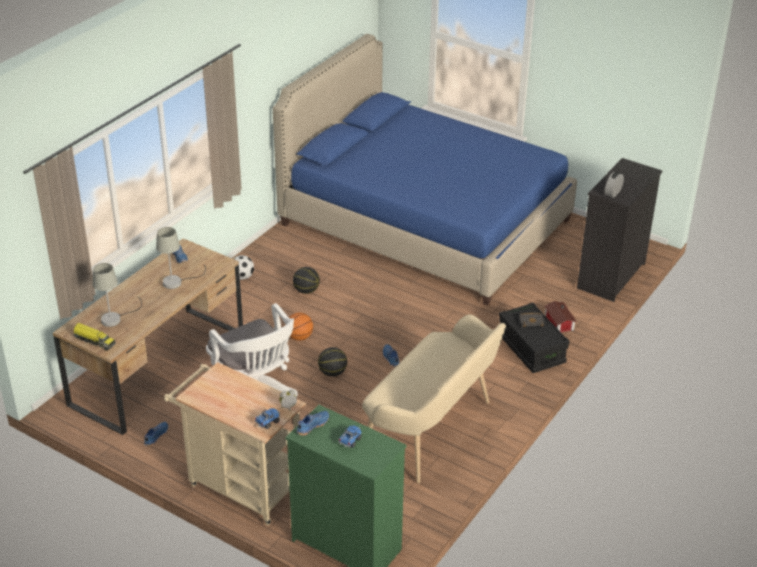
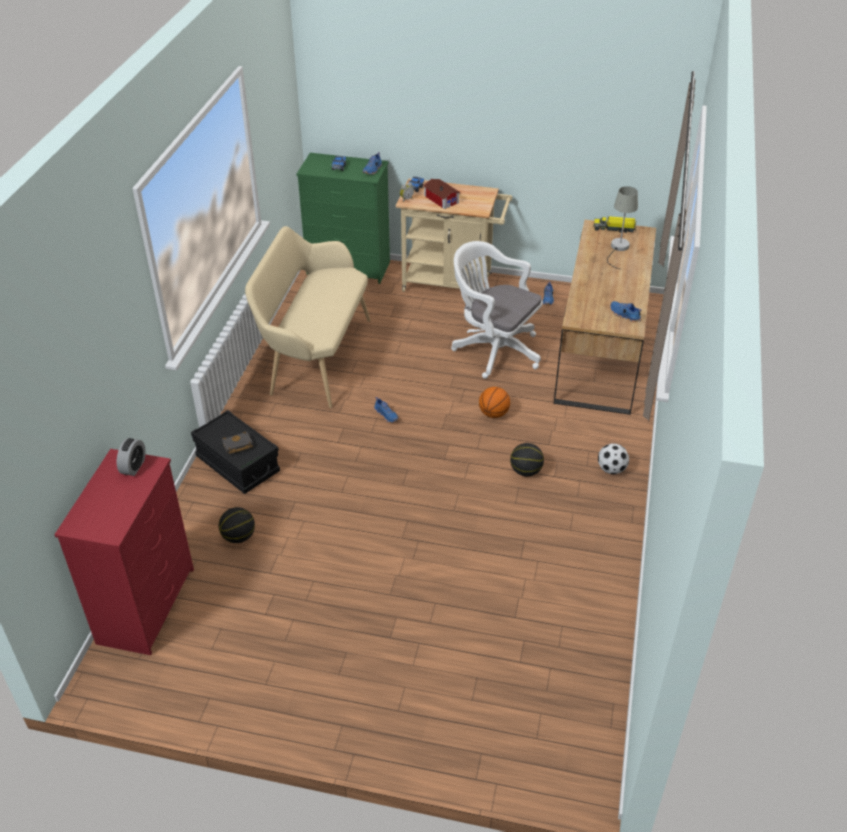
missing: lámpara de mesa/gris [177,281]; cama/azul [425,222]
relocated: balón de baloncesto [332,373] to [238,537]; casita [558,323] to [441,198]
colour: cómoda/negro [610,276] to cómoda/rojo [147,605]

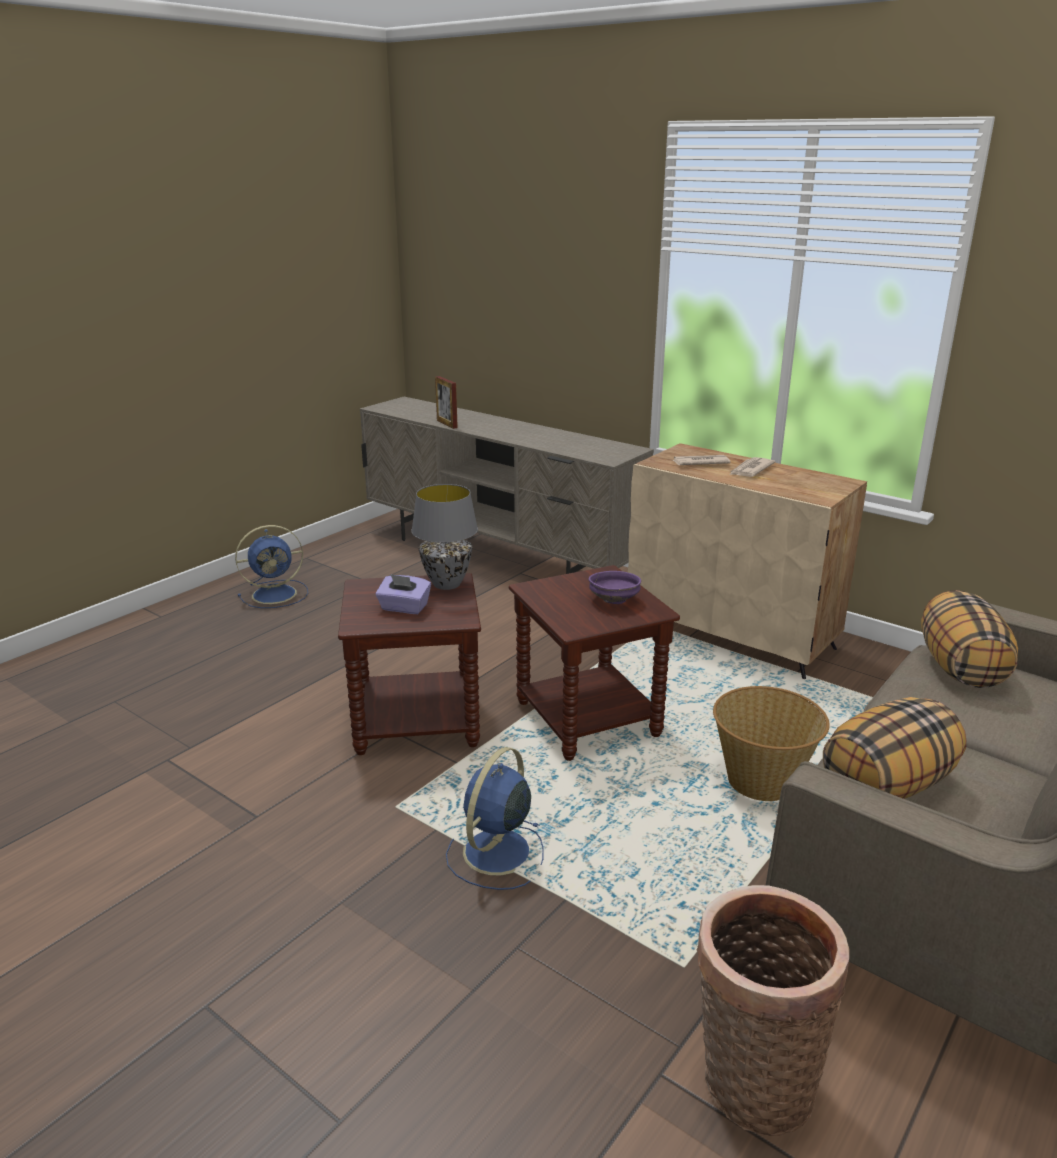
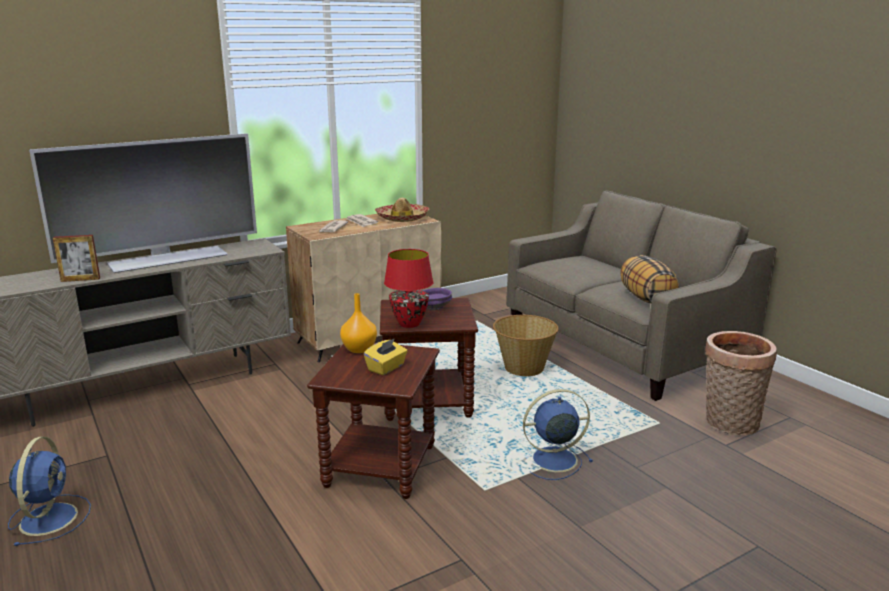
missing: cojín [959,668]
appeared: televisor [167,259]; sombrero [402,218]; lámpara de mesa/rojo [409,324]
exchanged: lámpara de mesa/gris [446,584] to florero/naranja [359,349]
colour: caja de pañuelos/morado [404,608] to caja de pañuelos/amarillo [386,368]
spun: ventilador/azul [495,853] = [552,460] 120 degrees clockwise

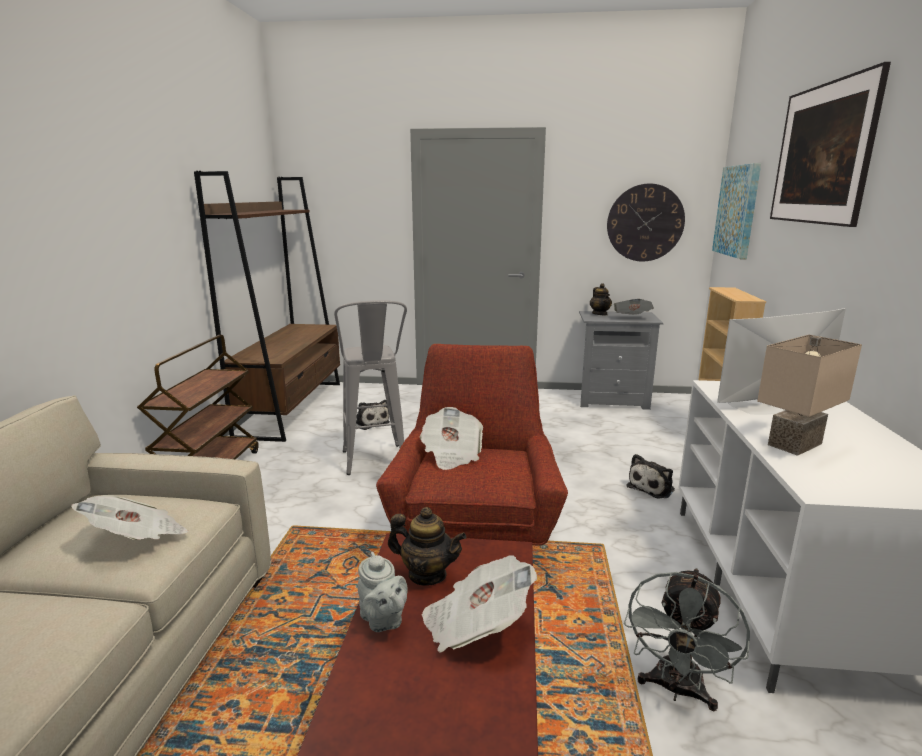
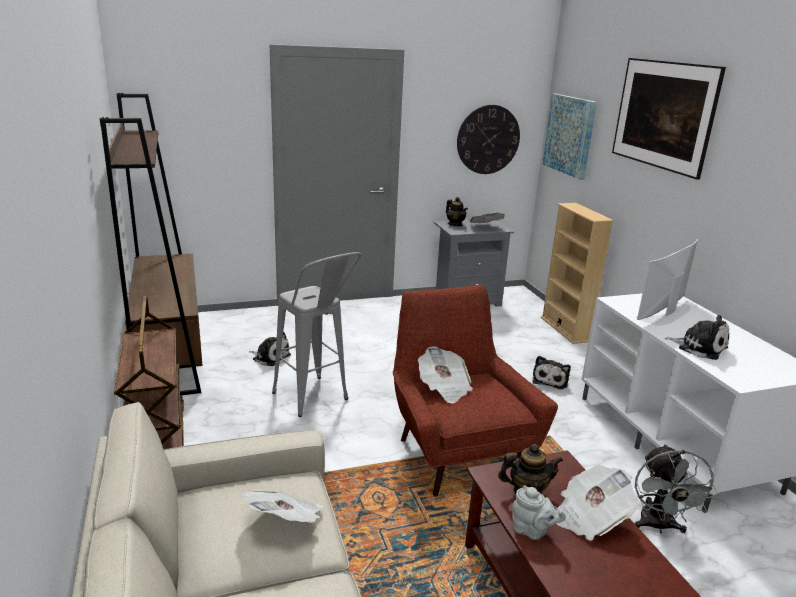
exchanged: lámpara de mesa/beis [792,443] to peluche [699,347]

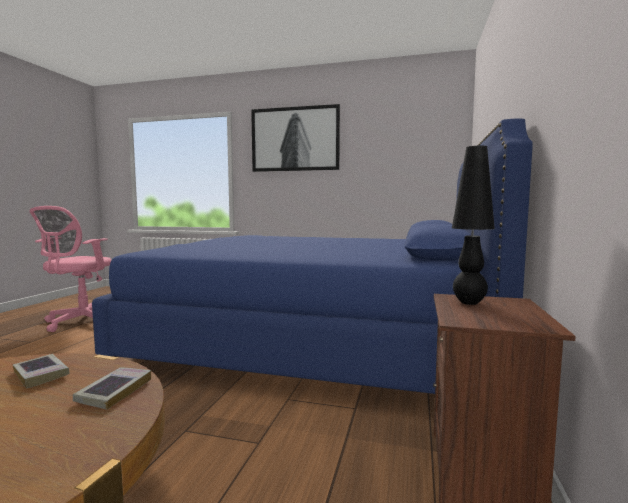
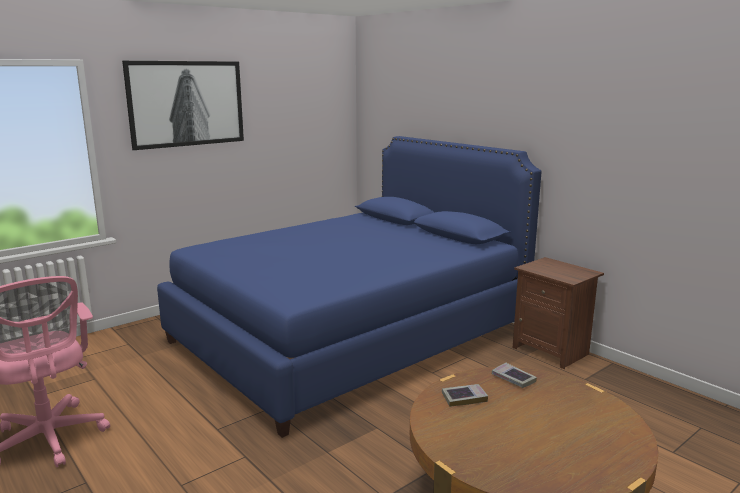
missing: lámpara de mesa/negro [468,303]

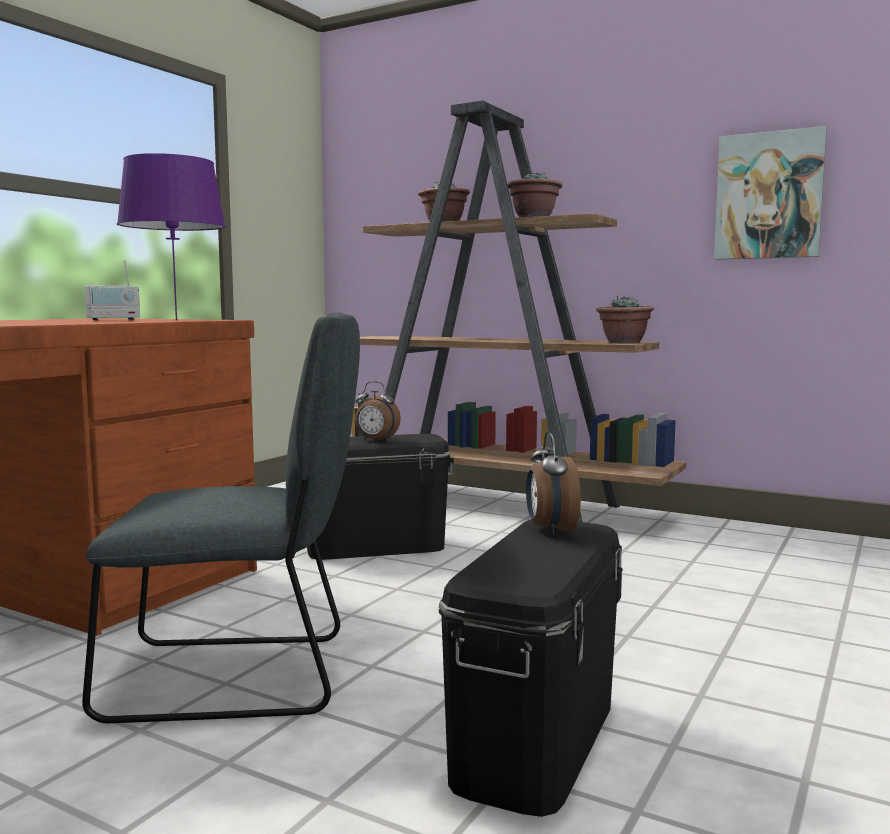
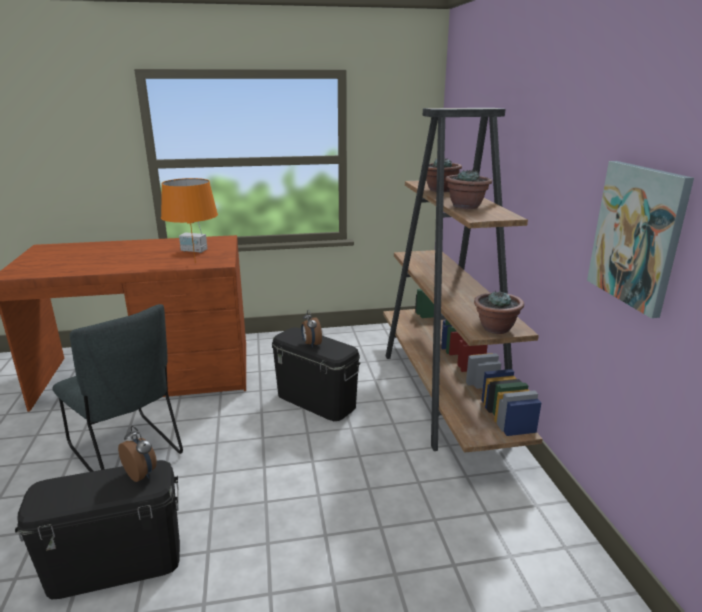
colour: lámpara de mesa/morado [177,320] to lámpara de mesa/naranja [195,263]
spun: despertador [550,529] = [142,474] 90 degrees clockwise

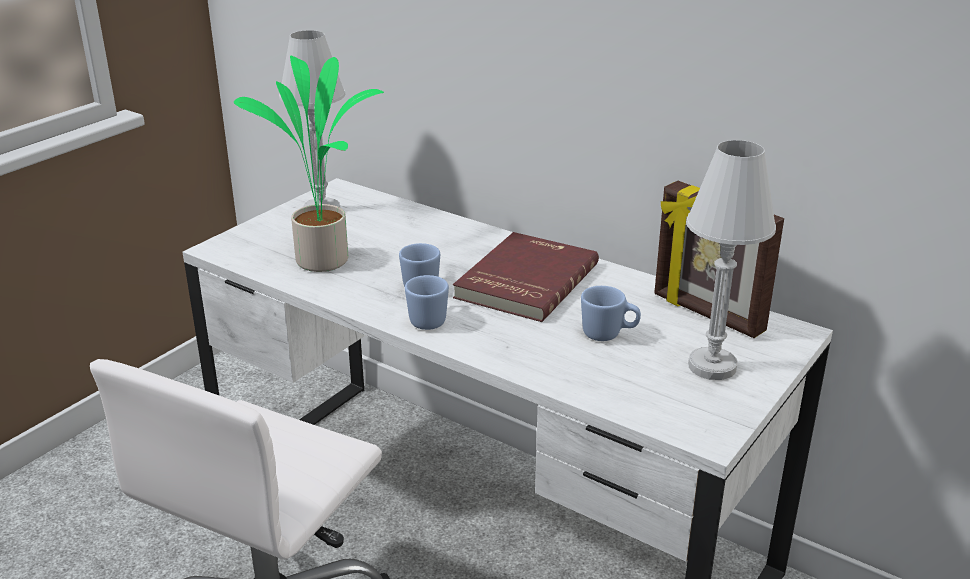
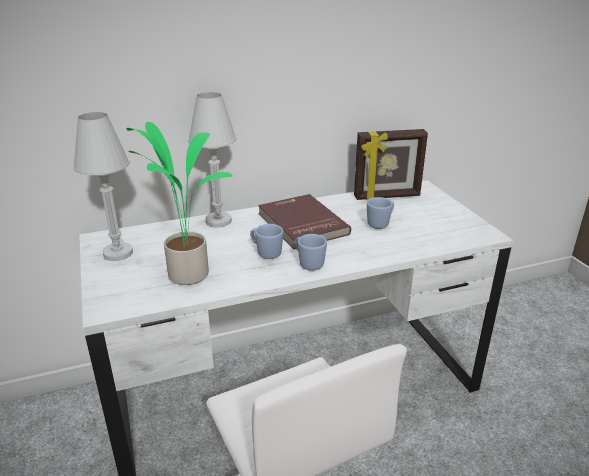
relocated: lámpara de mesa/blanco [712,366] to [218,221]

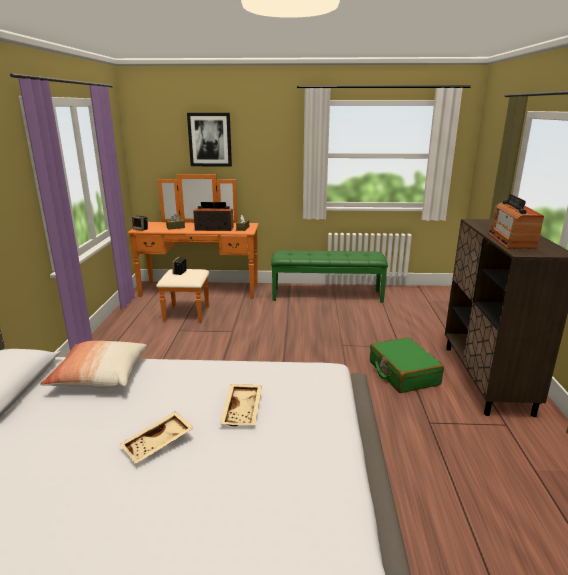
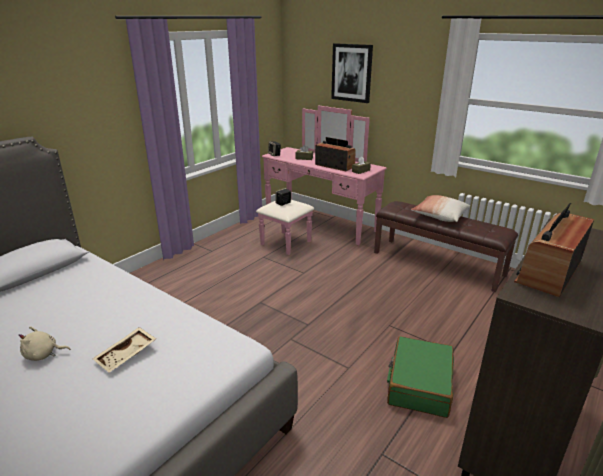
relocated: cojín [100,377] to [439,216]
exchanged: bandeja/beis [158,444] to peluche/beis [43,354]
colour: cómoda/naranja [197,295] to cómoda/rosa [313,227]; banco/verde [327,295] to banco/marrón [438,263]

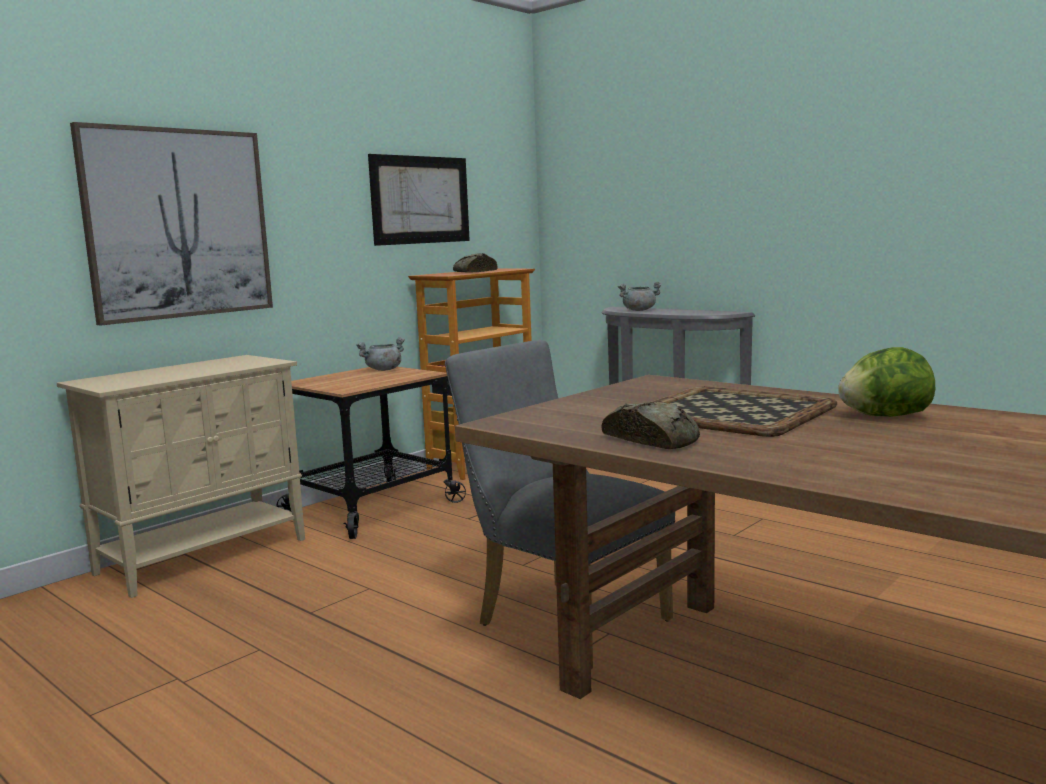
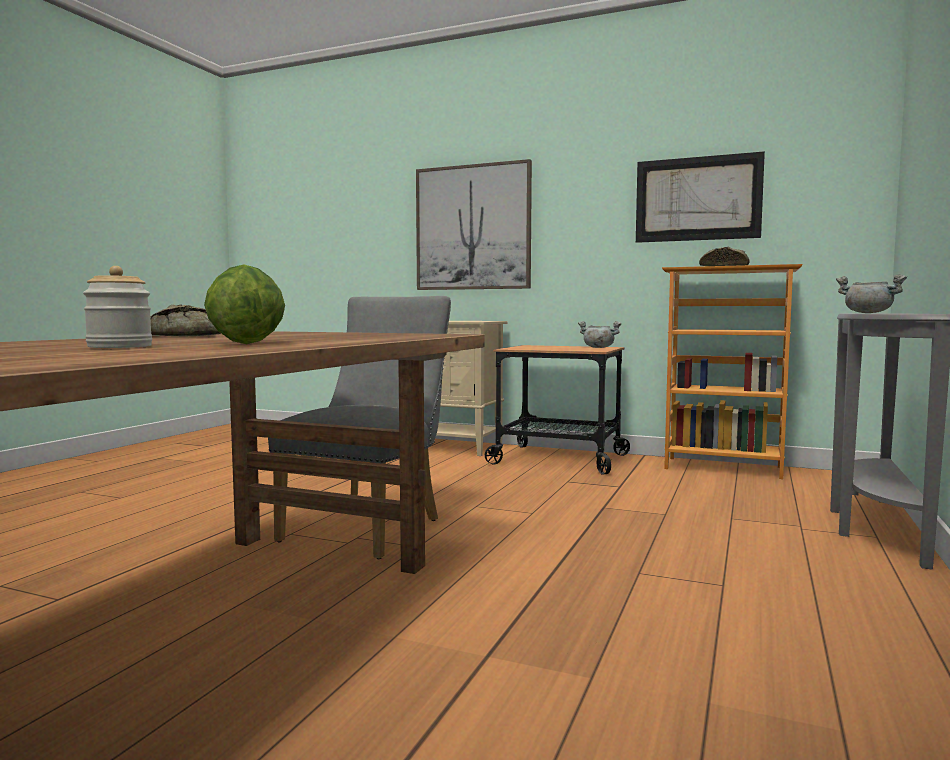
missing: bandeja [731,411]
appeared: tarro [120,346]

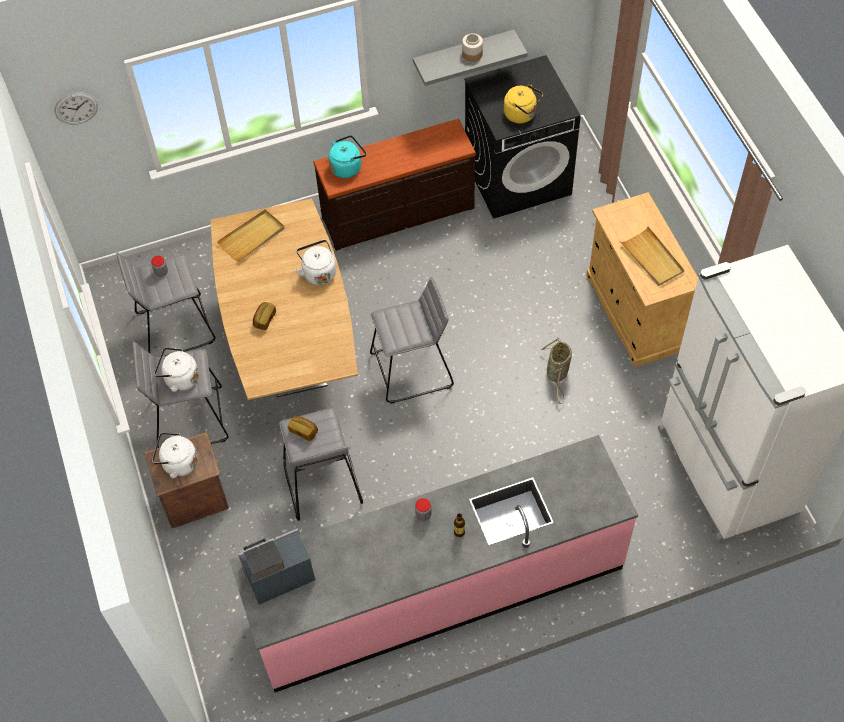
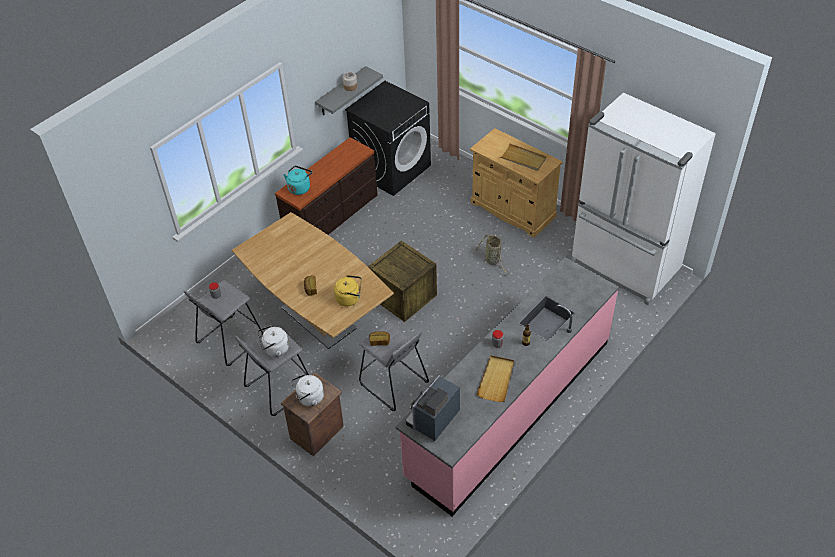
missing: reloj de pared [76,108]; hervidor/blanco [318,272]
relocated: bandeja/beis [252,237] to [496,379]; hervidor/amarillo [522,114] to [350,298]
exchanged: taburete/gris [411,370] to caja de embalaje [404,296]

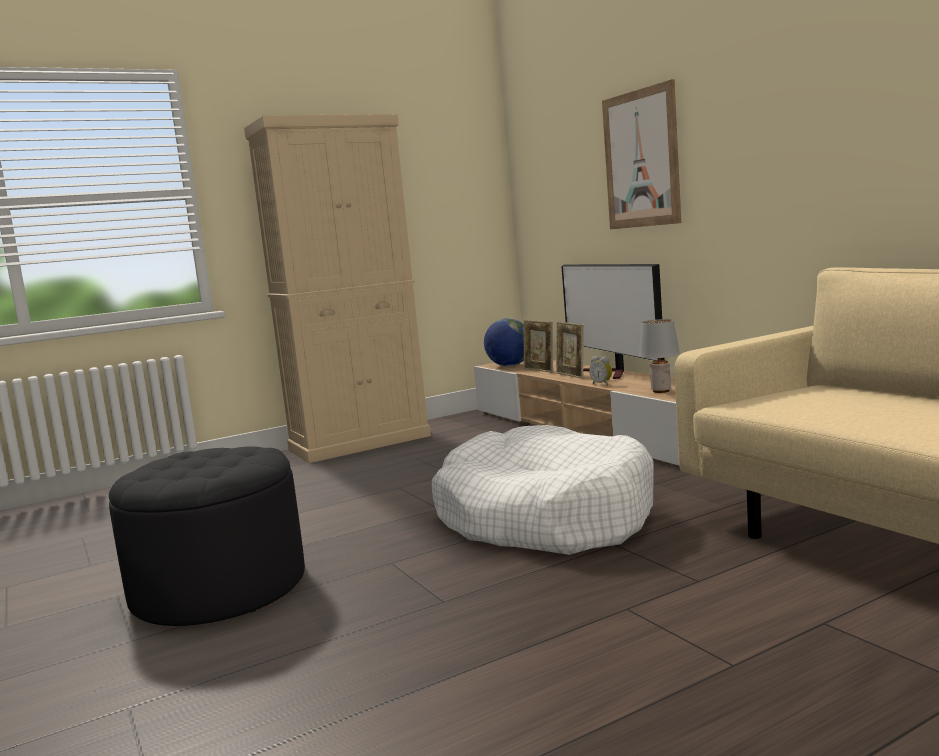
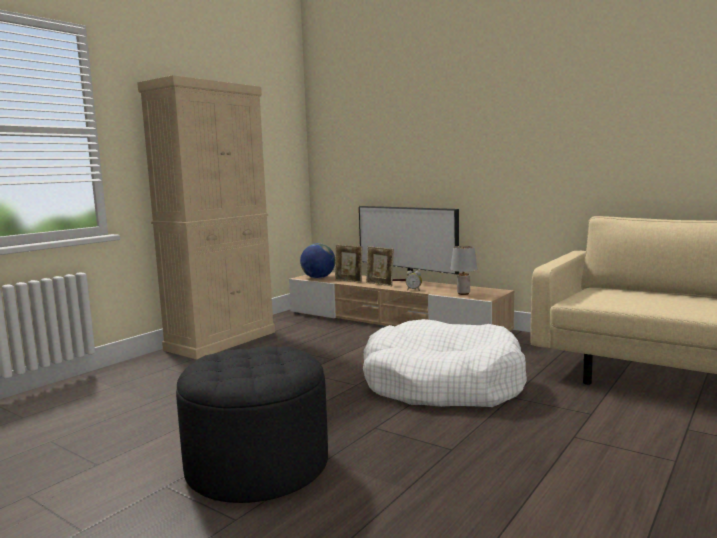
missing: cuadro [641,159]

